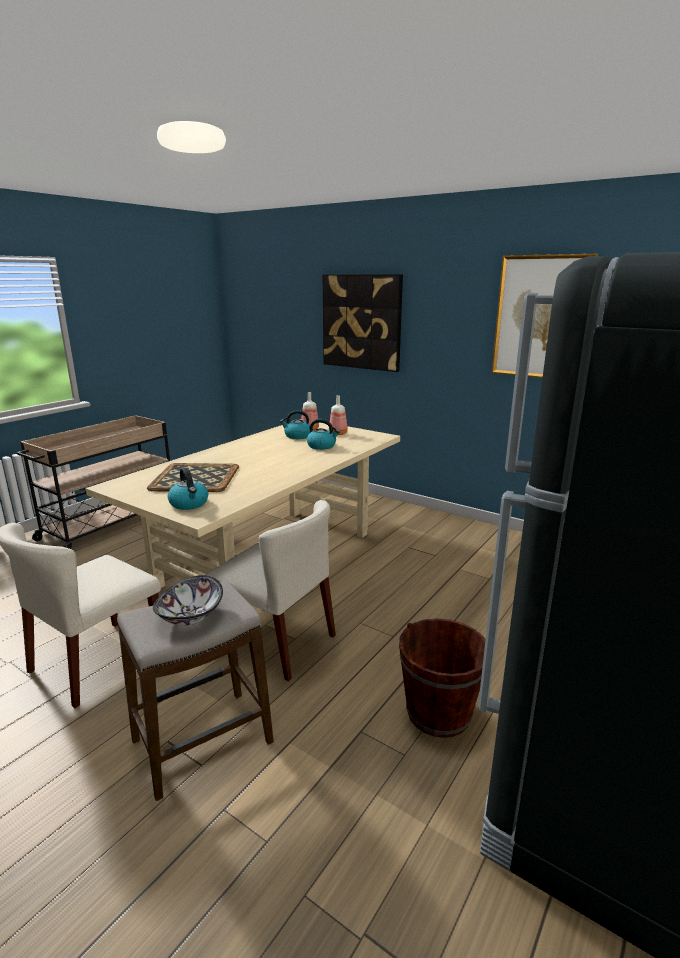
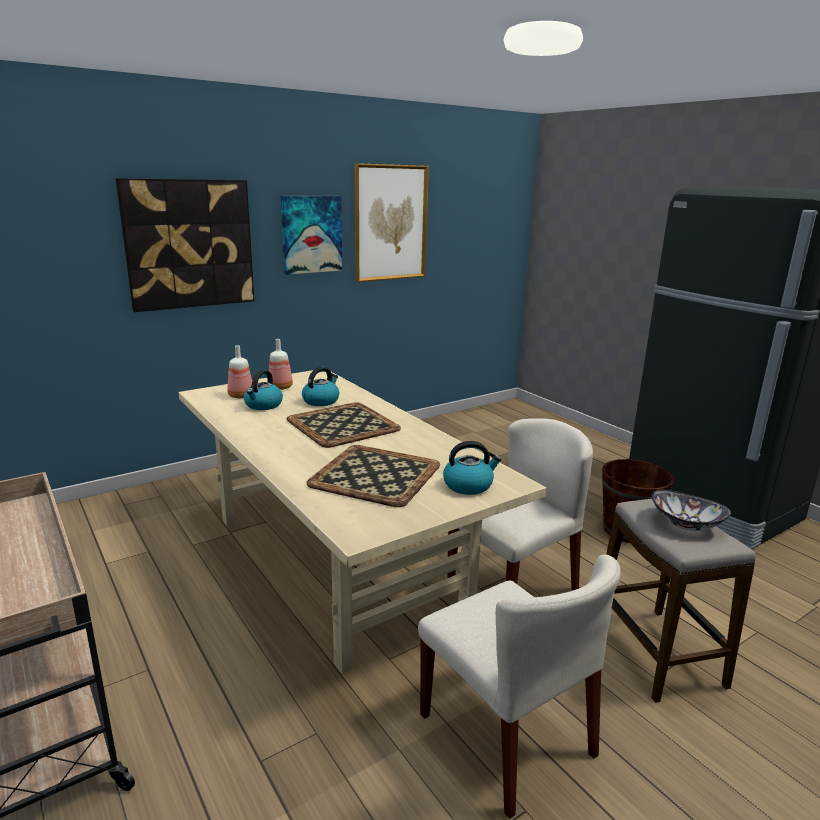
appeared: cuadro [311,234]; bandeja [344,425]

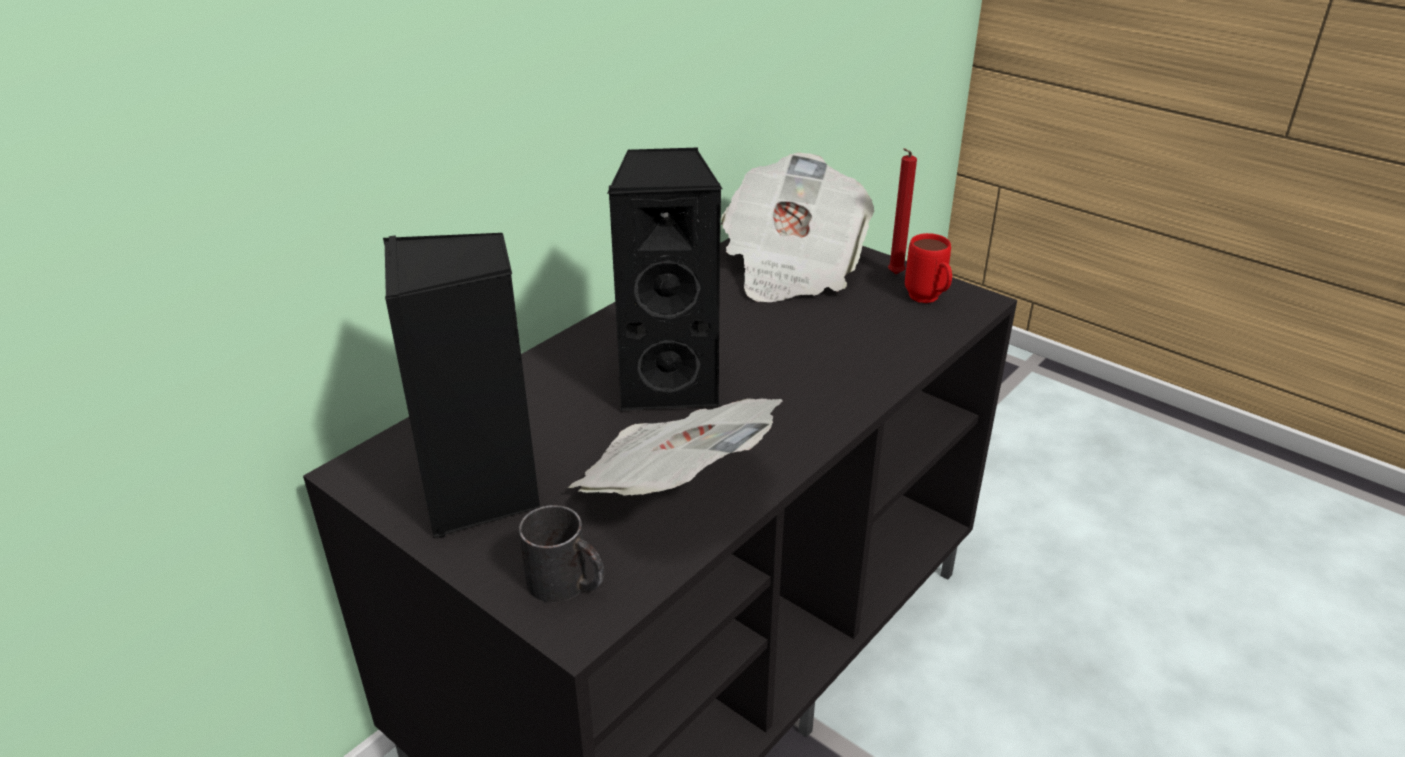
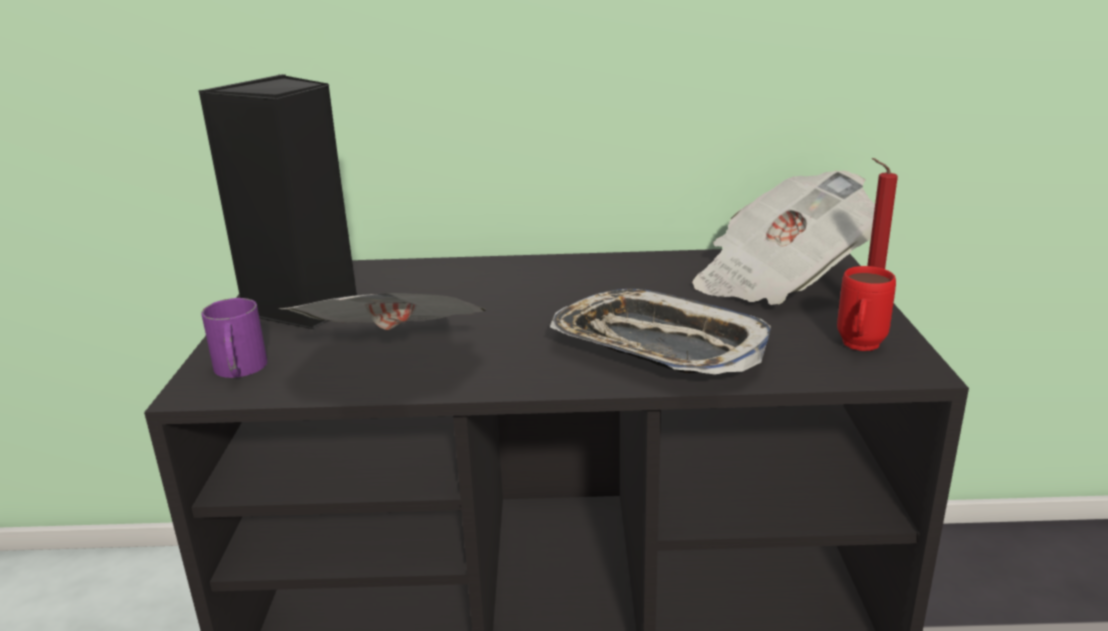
missing: altavoz/negro [670,384]
appeared: bandeja [658,346]
colour: taza grande/negro [567,584] to taza grande/morado [239,370]

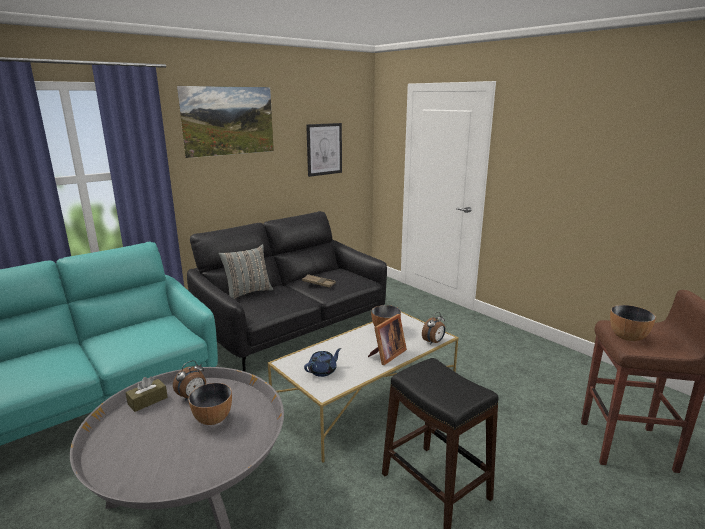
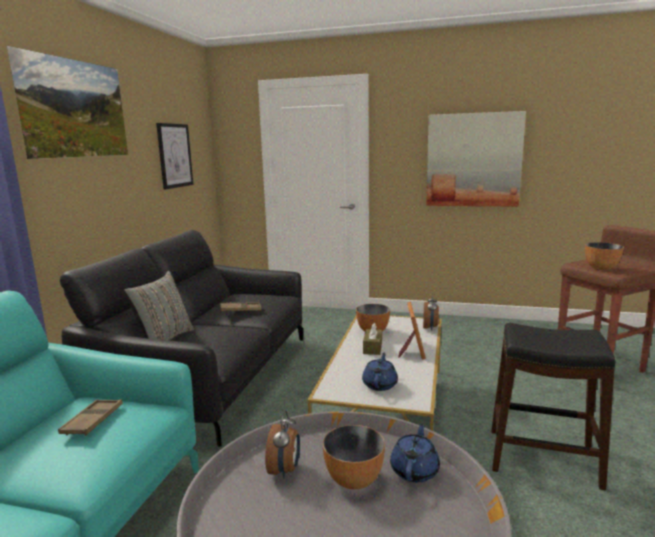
appeared: bandeja/marrón [93,421]; tetera/azul [415,470]; cuadro [473,160]
relocated: caja de pañuelos/marrón [147,401] to [372,348]

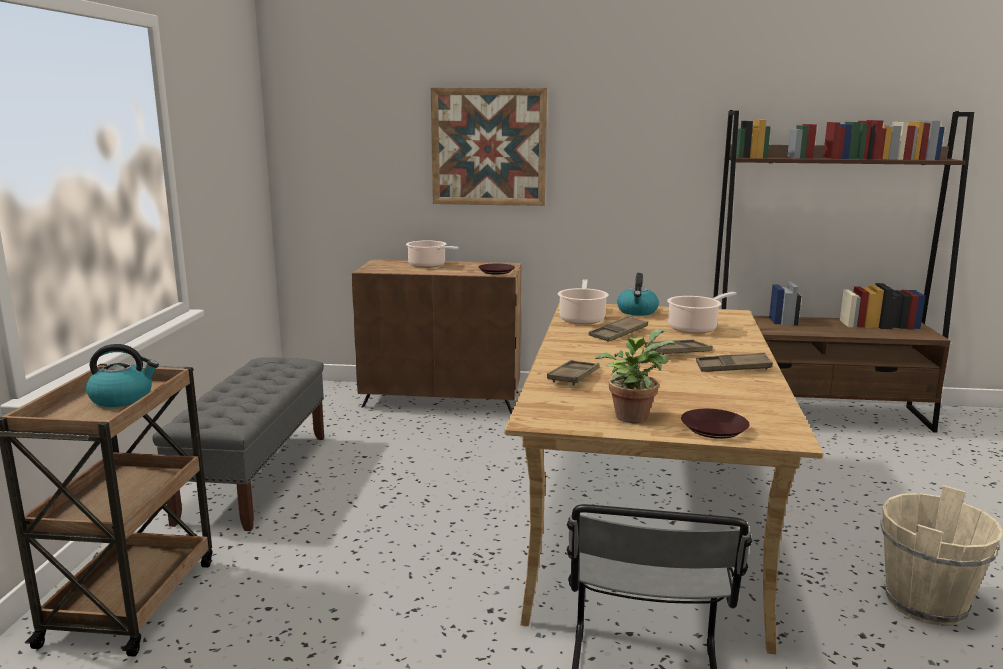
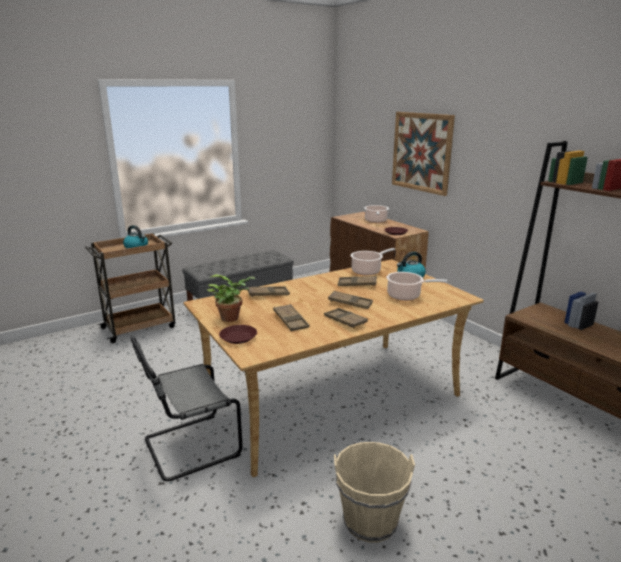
appeared: bandeja/marrón [290,321]

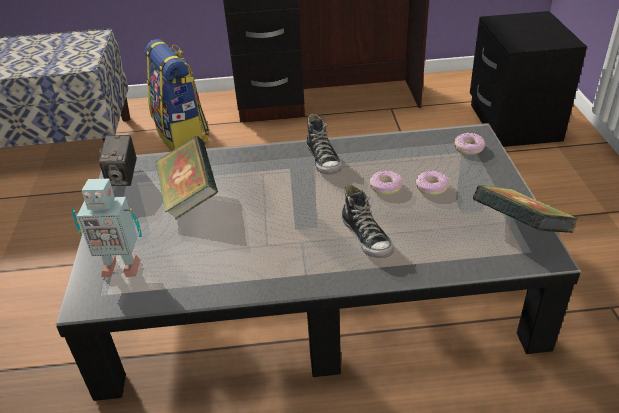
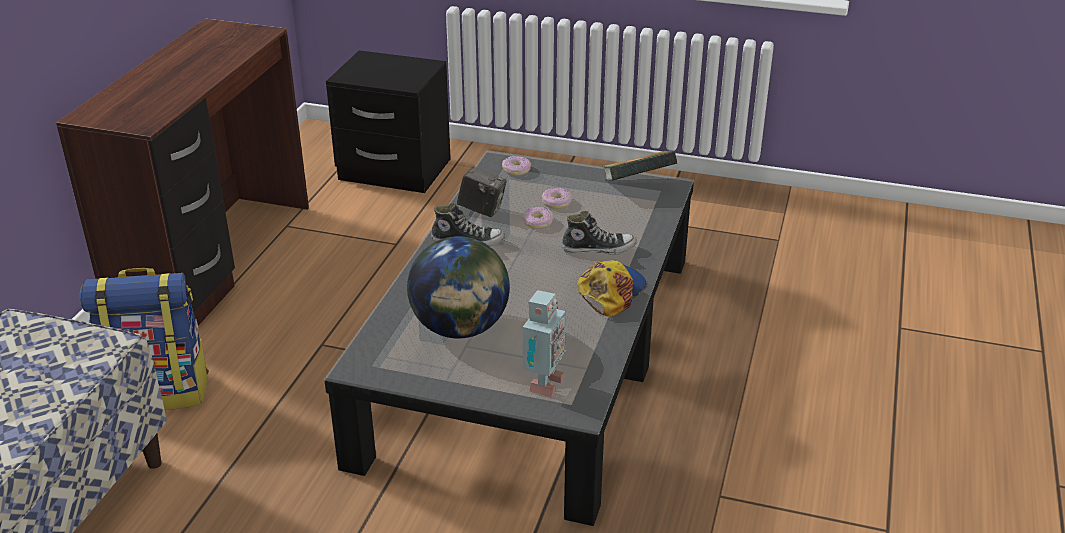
appeared: gorra [610,291]
relocated: cámara [123,177] to [482,210]
exchanged: libro [189,196] to globo terráqueo [460,328]

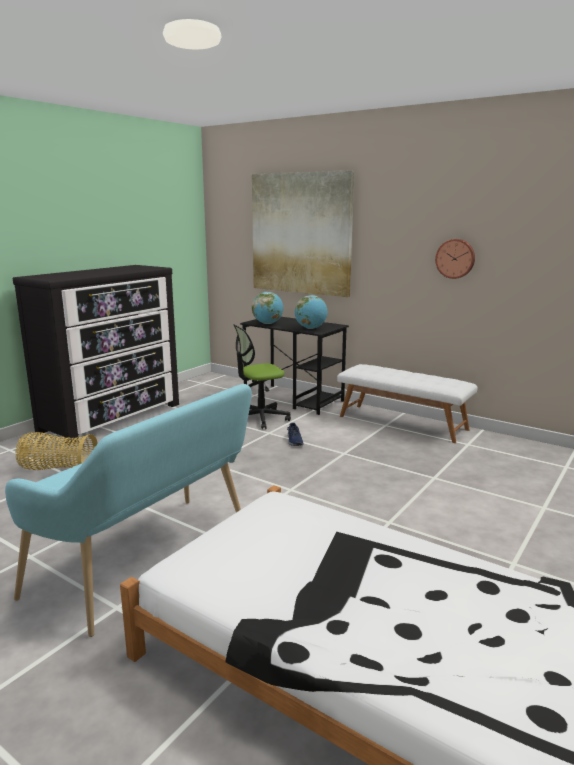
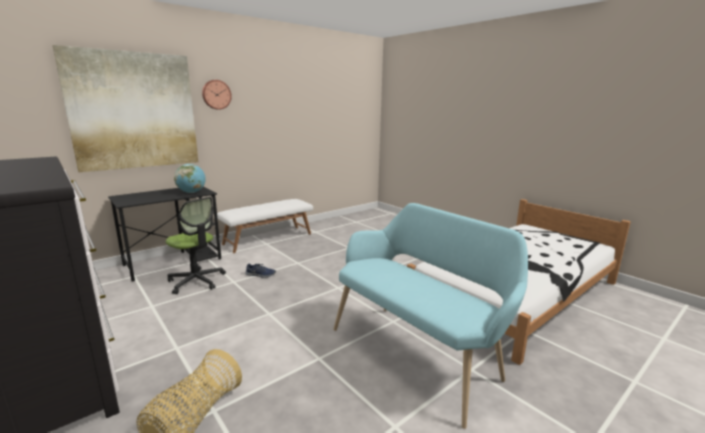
missing: globo terráqueo [267,323]
relocated: reloj de pared [455,258] to [216,94]
spun: silla de oficina [260,418] = [196,281] 45 degrees counterclockwise

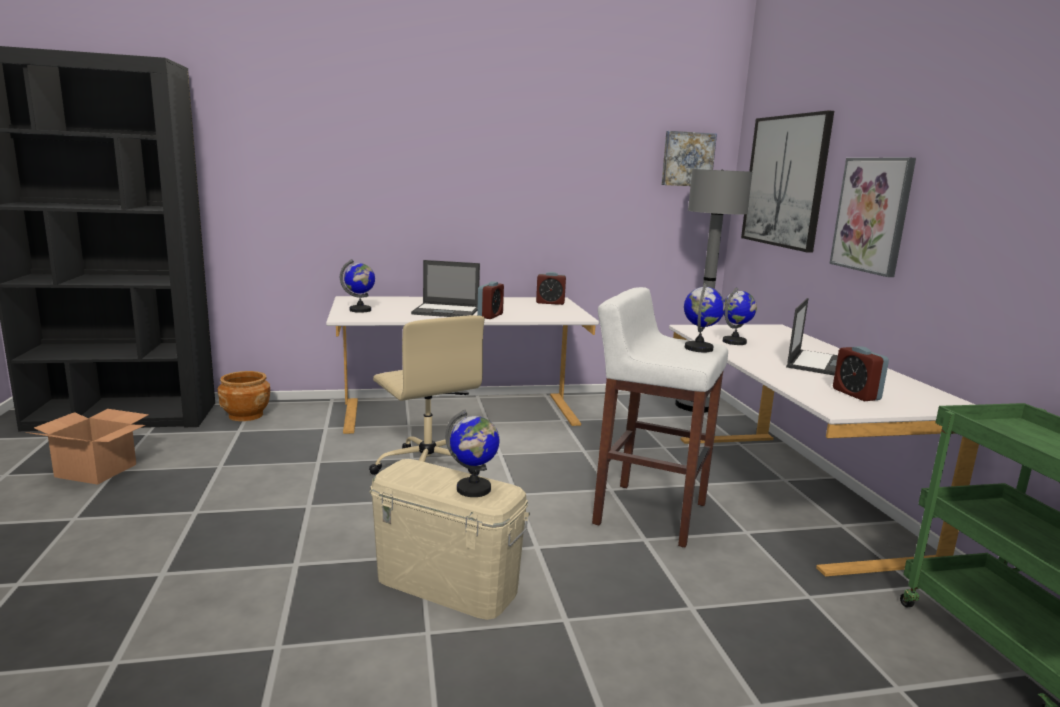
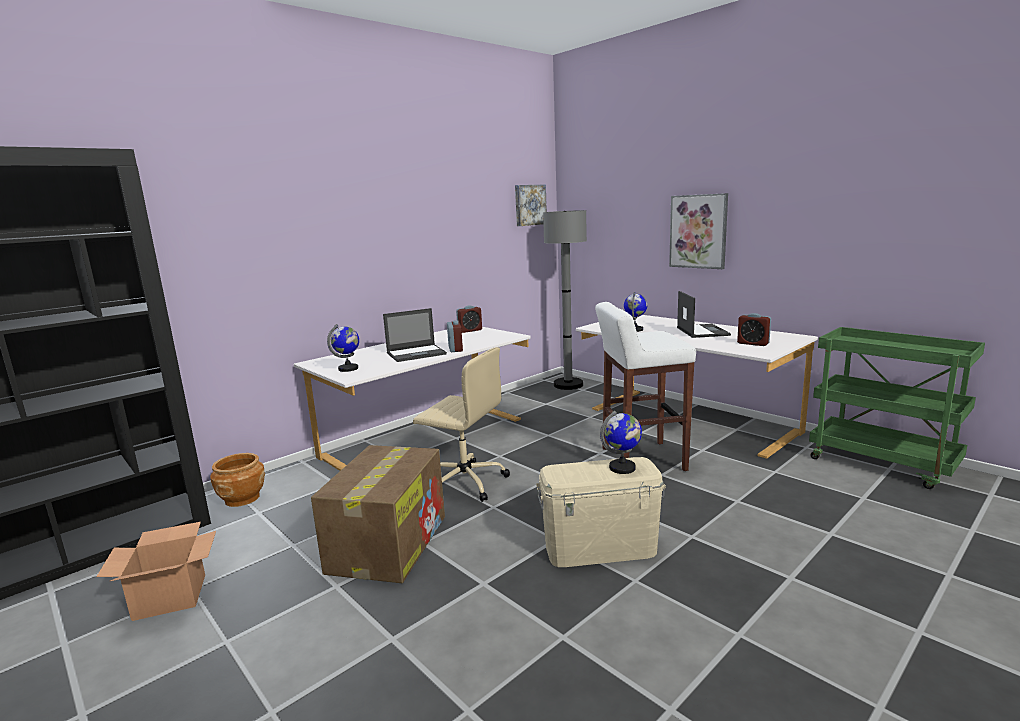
missing: globo terráqueo [699,348]; cuadro [785,181]
appeared: caja de cartón [389,542]

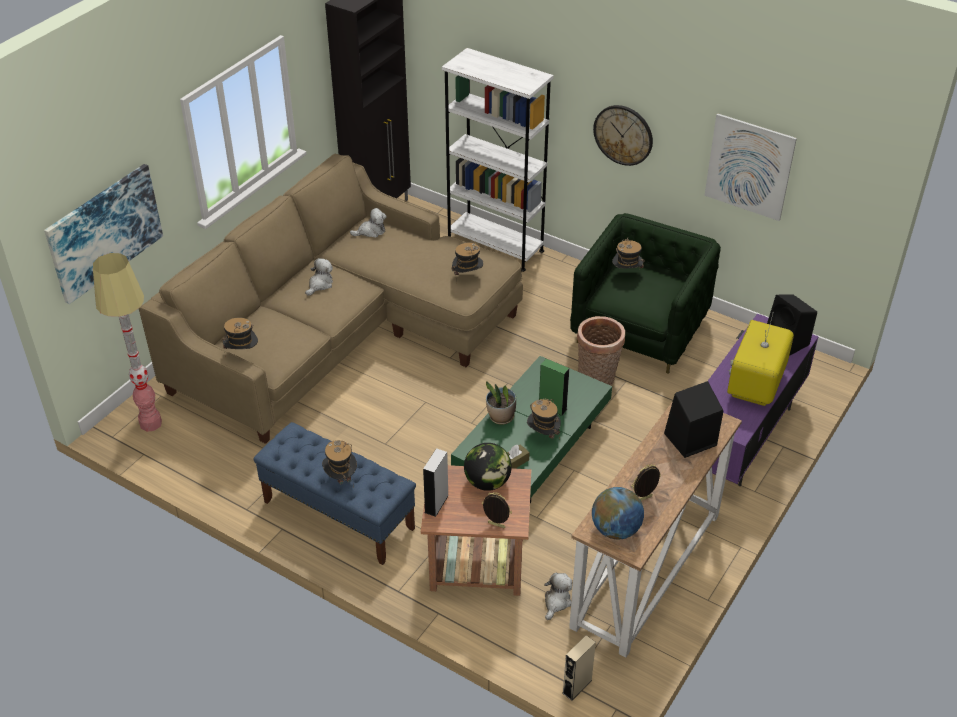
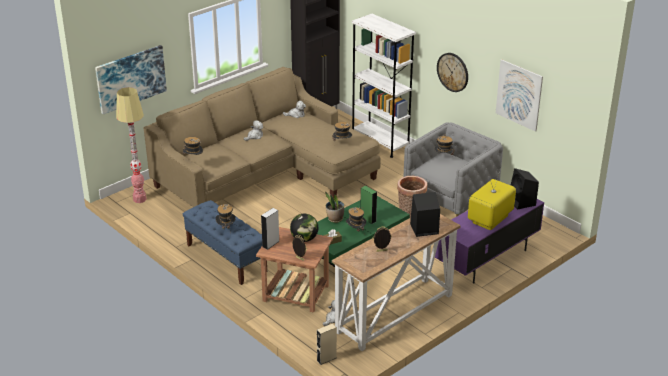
missing: globo terráqueo [615,530]
colour: sillón/verde [640,330] to sillón/gris [450,197]

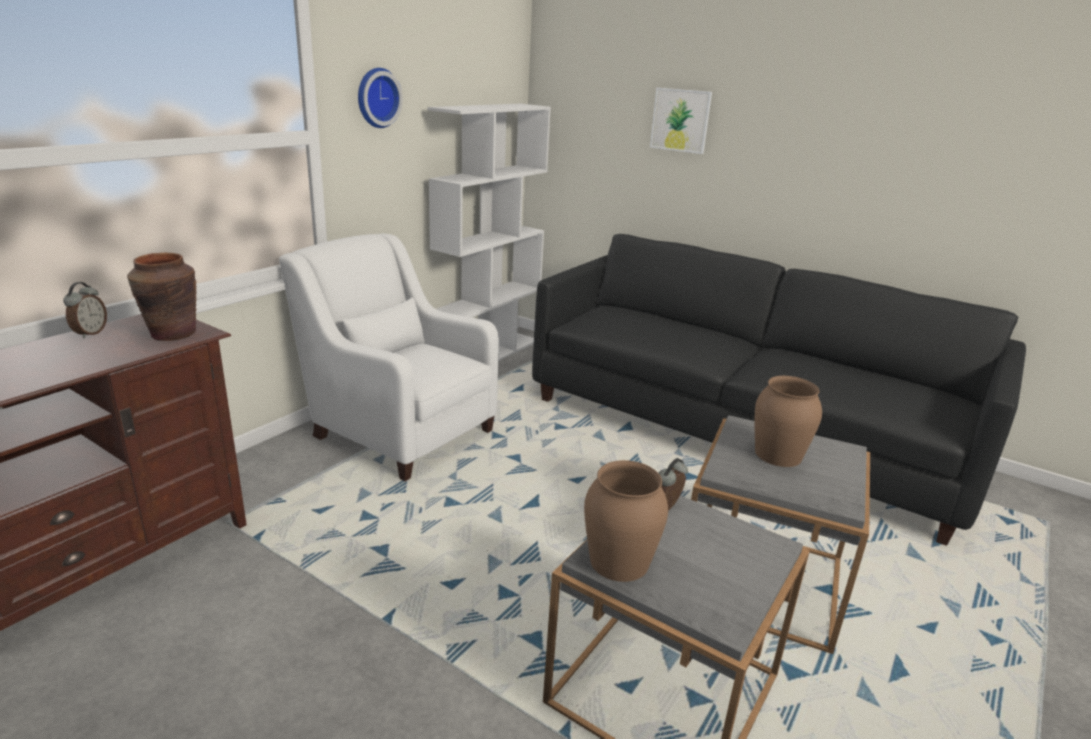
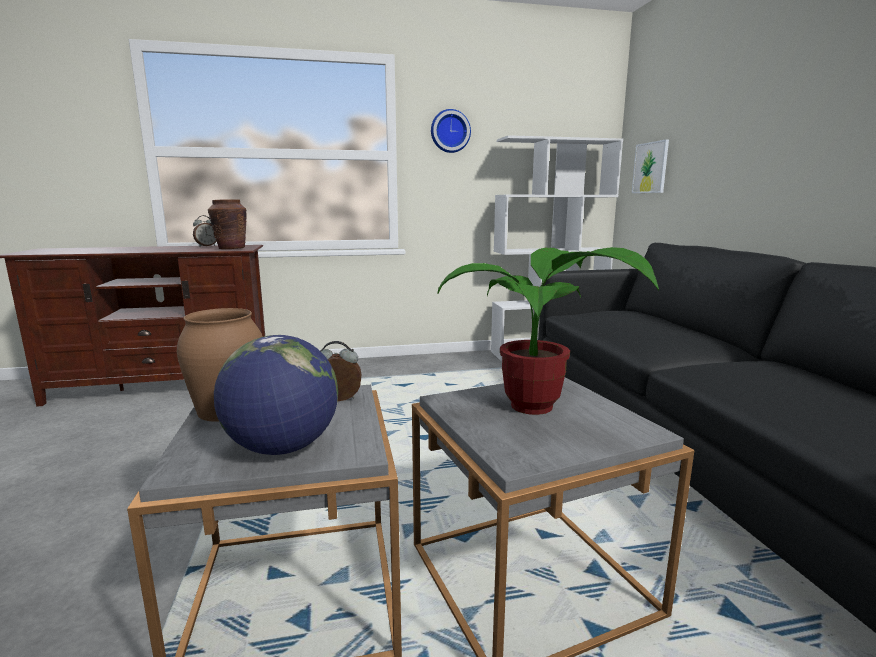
missing: sillón/blanco [399,431]
appeared: globo terráqueo [282,447]
relocated: cuadro [680,120] to [650,167]
exchanged: florero/marrón [778,455] to planta en maceta [540,408]

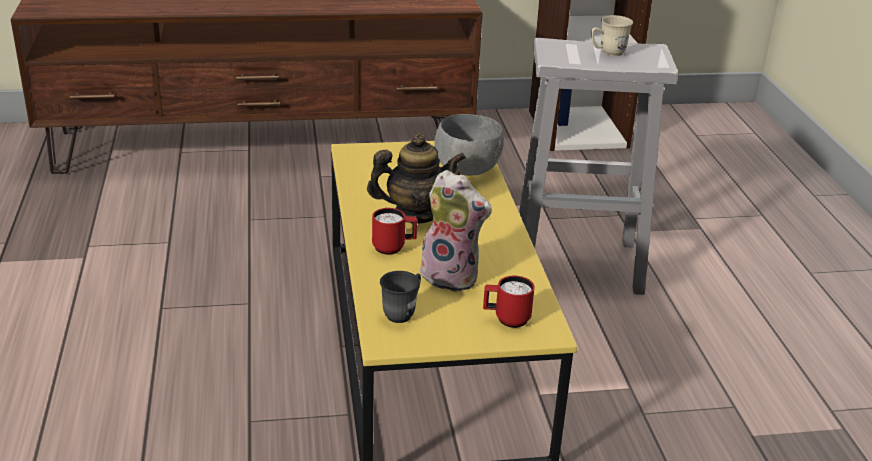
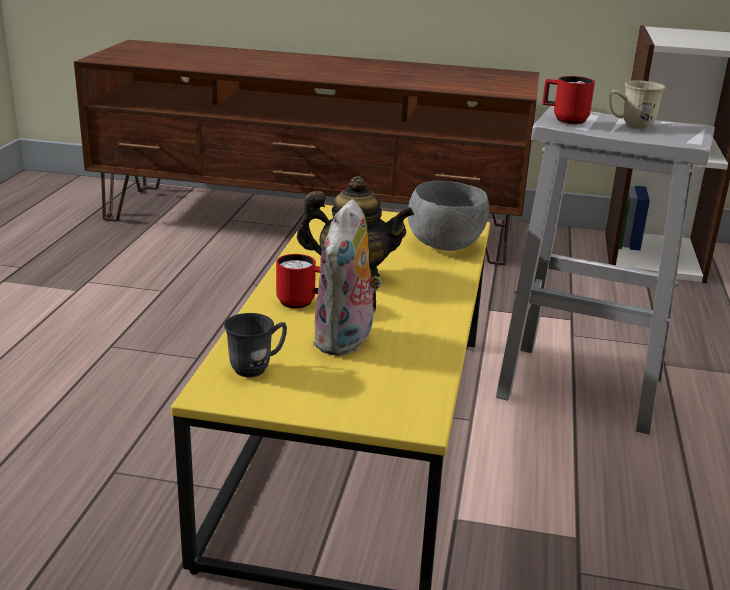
relocated: taza grande/rojo [506,319] to [564,120]
spun: peluche [452,276] = [346,342] 60 degrees clockwise

